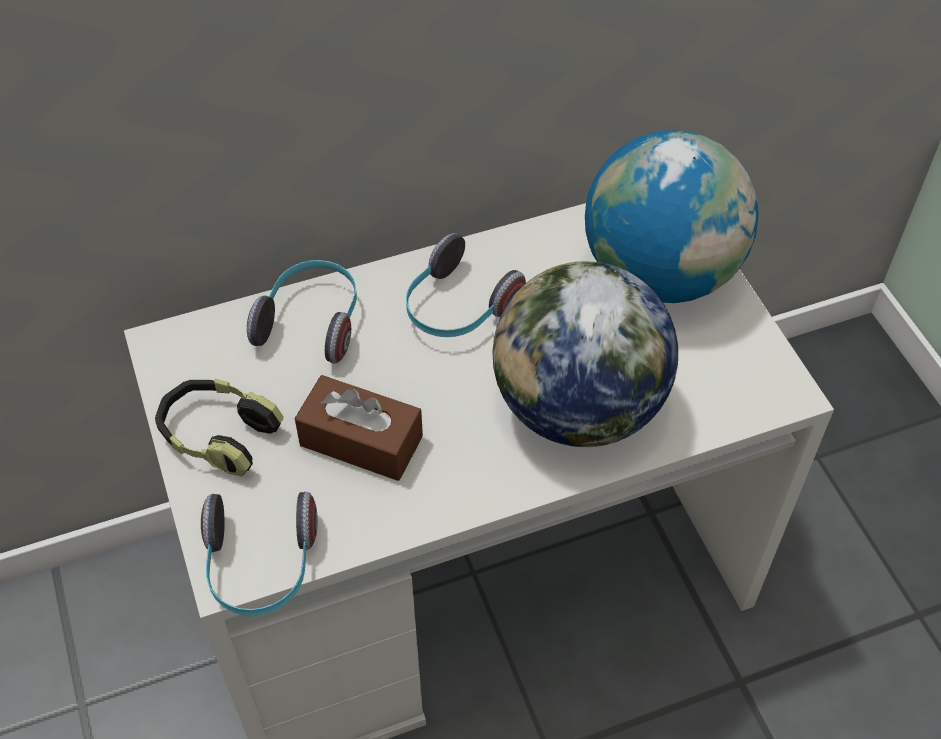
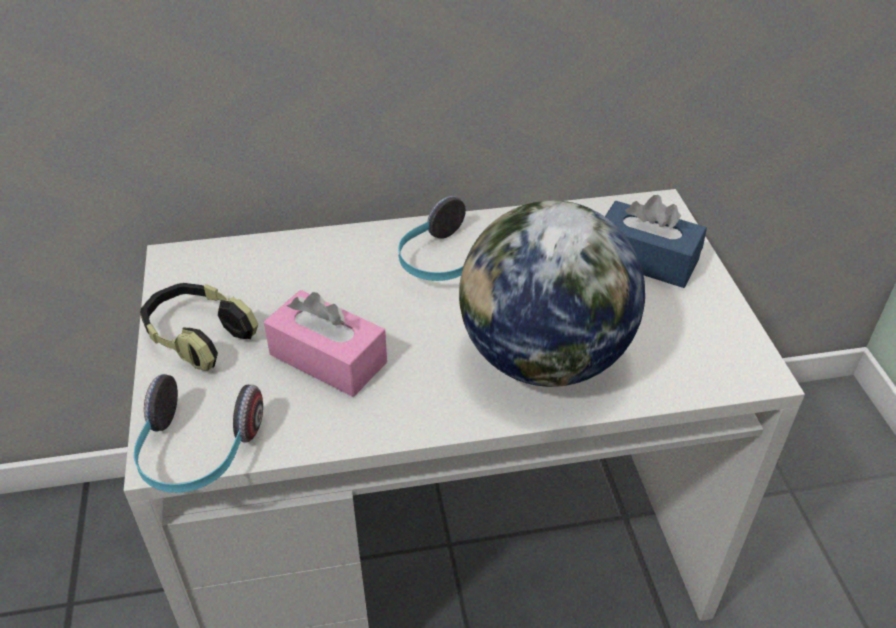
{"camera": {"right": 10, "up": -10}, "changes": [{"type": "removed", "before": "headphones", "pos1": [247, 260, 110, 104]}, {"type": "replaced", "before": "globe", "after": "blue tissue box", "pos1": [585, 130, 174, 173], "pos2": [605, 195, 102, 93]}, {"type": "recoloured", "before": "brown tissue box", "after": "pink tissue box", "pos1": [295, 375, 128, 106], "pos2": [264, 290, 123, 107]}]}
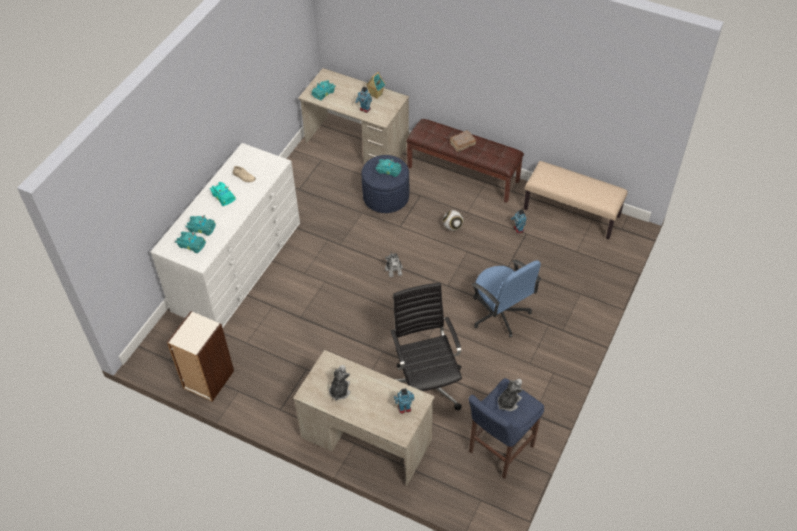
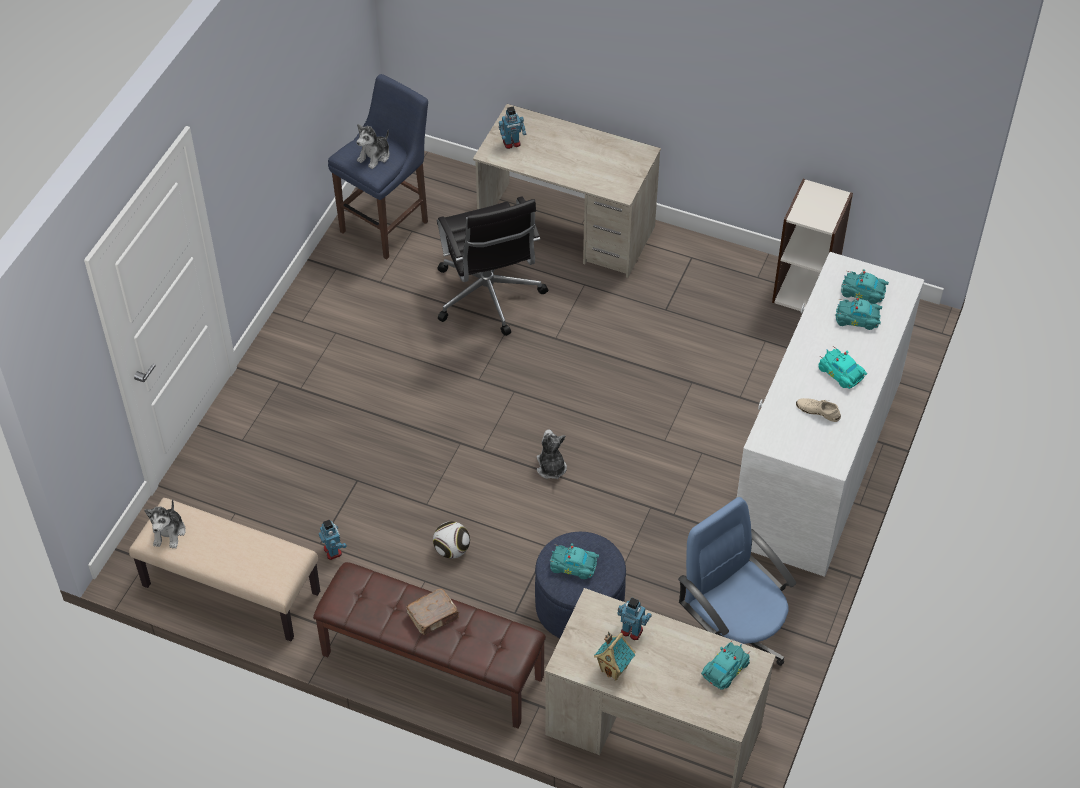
{"camera": {"right": 175, "up": 0}, "changes": [{"type": "moved", "before": "plush toy", "pos1": [329, 365, 21, 36], "pos2": [144, 499, 42, 49]}, {"type": "moved", "before": "blue office chair", "pos1": [471, 259, 70, 79], "pos2": [678, 497, 118, 169]}]}
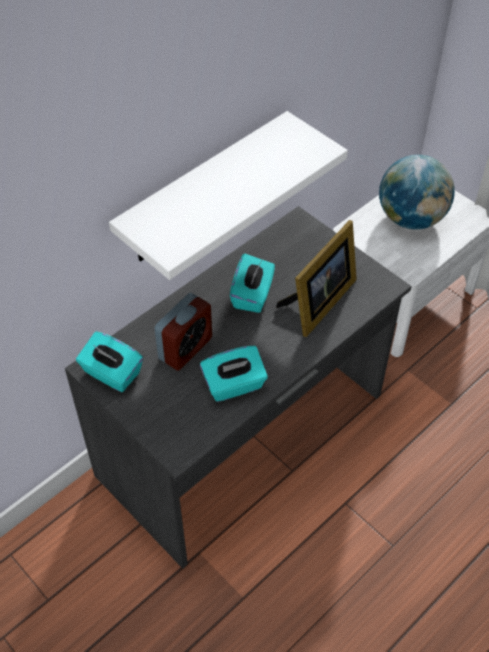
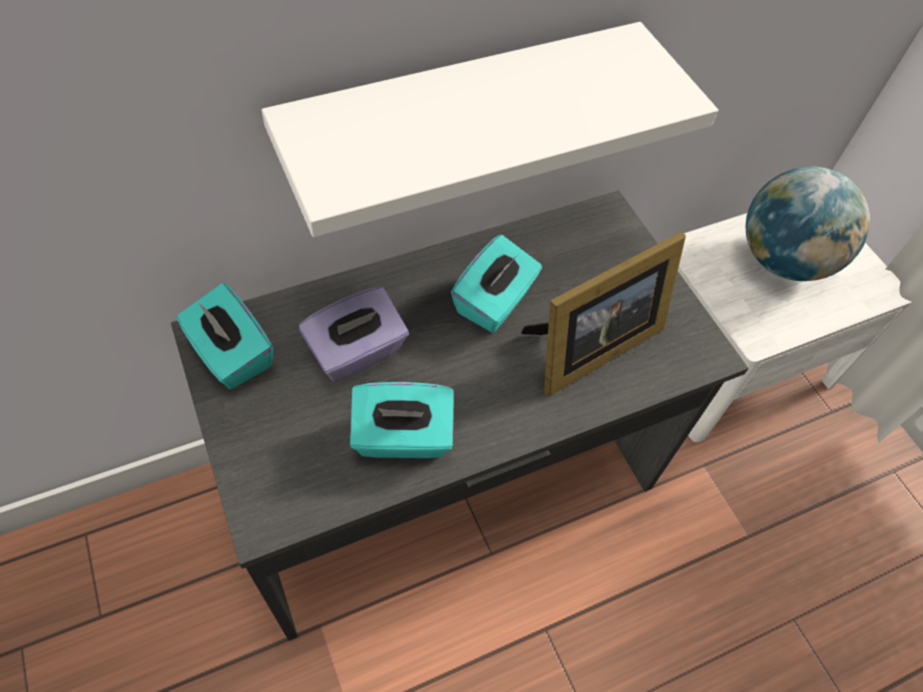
{"camera": {"right": 15, "up": 5}, "changes": [{"type": "replaced", "before": "alarm clock", "after": "purple tissue box", "pos1": [154, 293, 58, 78], "pos2": [299, 287, 110, 95]}]}
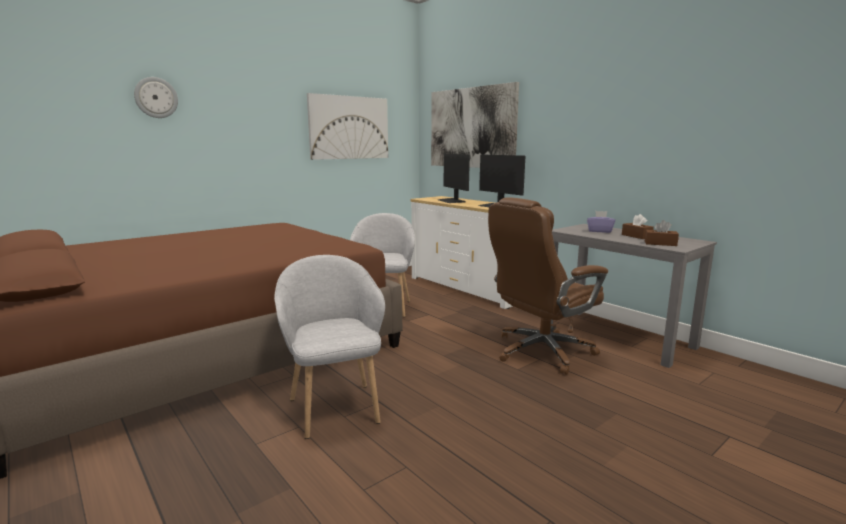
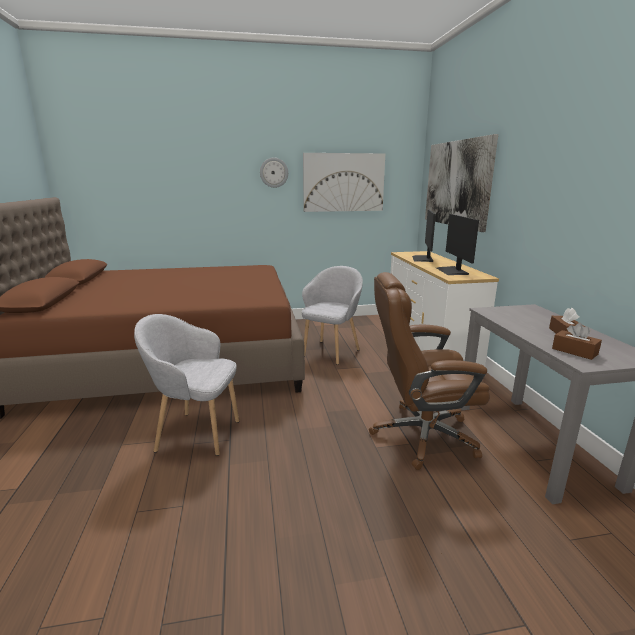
{"camera": {"right": 30, "up": 5}, "changes": [{"type": "removed", "before": "purple tissue box", "pos1": [587, 211, 28, 22]}, {"type": "moved", "before": "wall clock", "pos1": [134, 77, 44, 41], "pos2": [260, 158, 28, 30]}, {"type": "turned", "before": "grey armchair", "pos1": [274, 255, 111, 184], "pos2": [134, 314, 105, 142], "turn": -90}]}
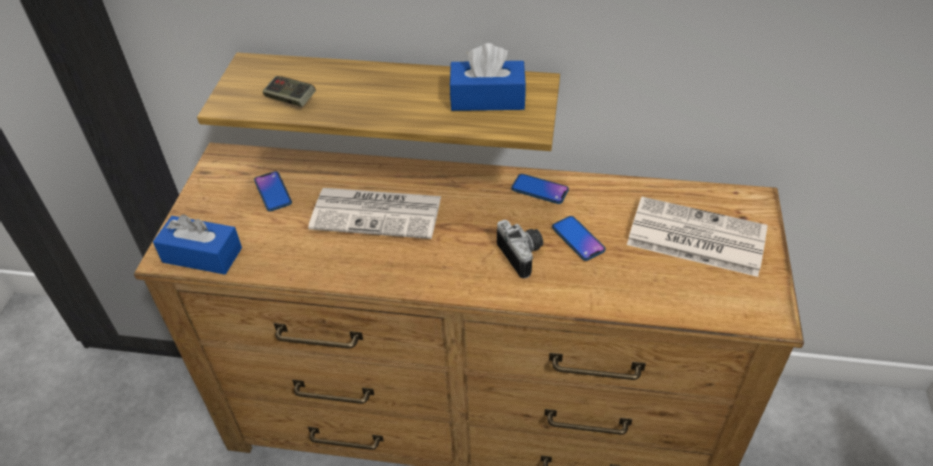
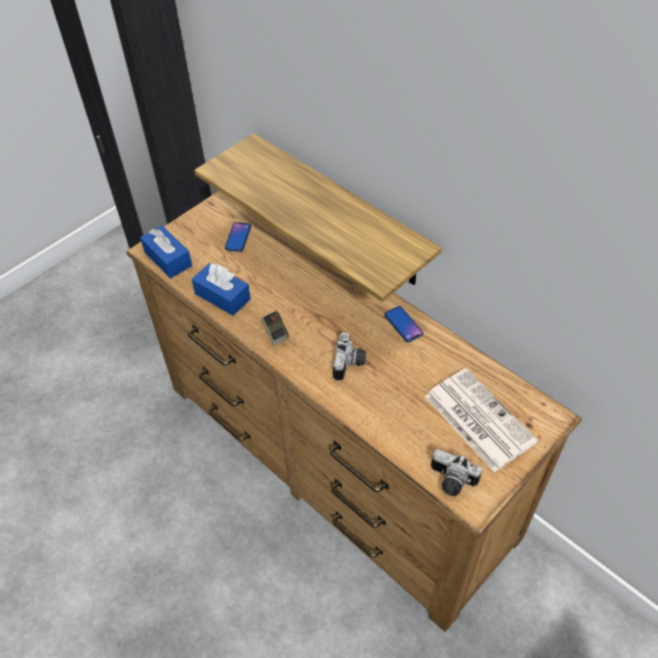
{"camera": {"right": 35, "up": 5}, "changes": [{"type": "removed", "before": "newspaper", "pos1": [308, 188, 133, 51]}, {"type": "removed", "before": "phone", "pos1": [552, 216, 53, 45]}, {"type": "added", "after": "photo camera", "pos2": [431, 449, 51, 47]}, {"type": "moved", "before": "game controller", "pos1": [262, 76, 54, 31], "pos2": [261, 311, 28, 35]}, {"type": "moved", "before": "blue tissue box", "pos1": [449, 43, 77, 68], "pos2": [192, 263, 59, 53]}]}
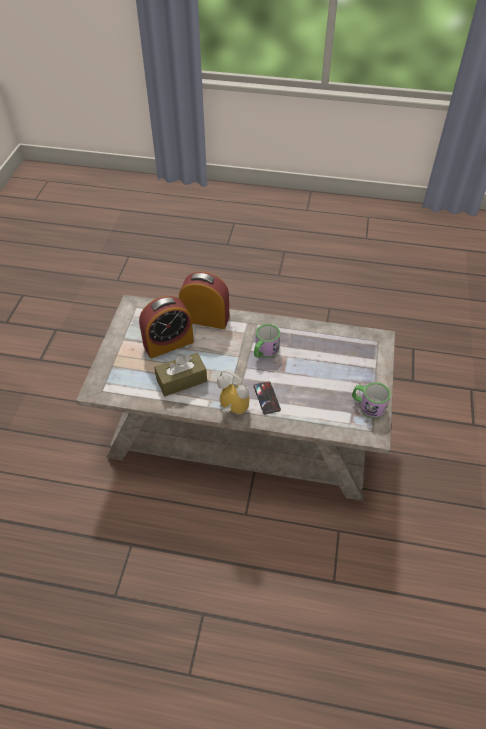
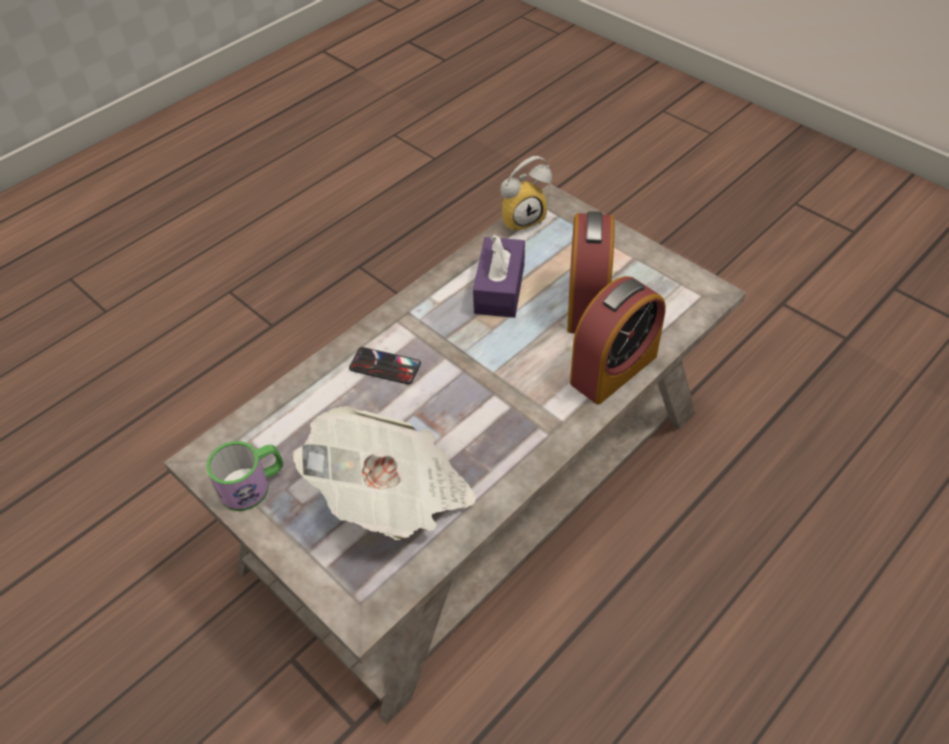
{"camera": {"right": 125, "up": 0}, "changes": [{"type": "removed", "before": "mug", "pos1": [254, 324, 26, 34]}, {"type": "added", "after": "newspaper", "pos2": [293, 406, 183, 134]}, {"type": "moved", "before": "alarm clock", "pos1": [217, 370, 33, 45], "pos2": [500, 156, 52, 77]}, {"type": "recoloured", "before": "brown tissue box", "after": "purple tissue box", "pos1": [154, 353, 53, 43], "pos2": [473, 235, 52, 83]}]}
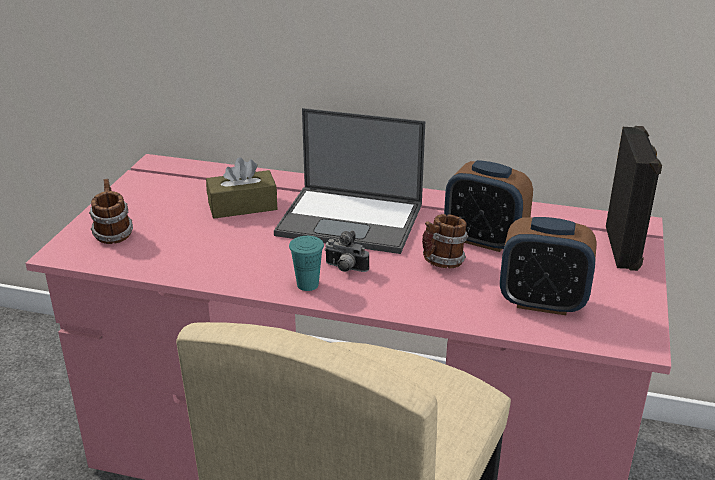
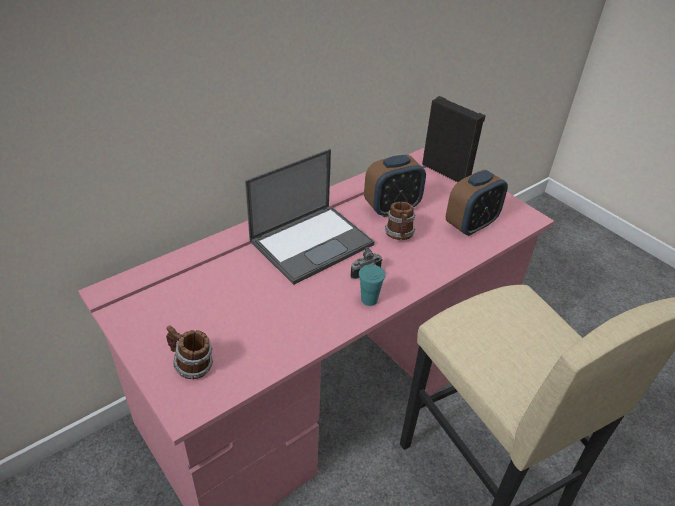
{"camera": {"right": -55, "up": 10}, "changes": [{"type": "removed", "before": "brown tissue box", "pos1": [206, 157, 71, 62]}]}
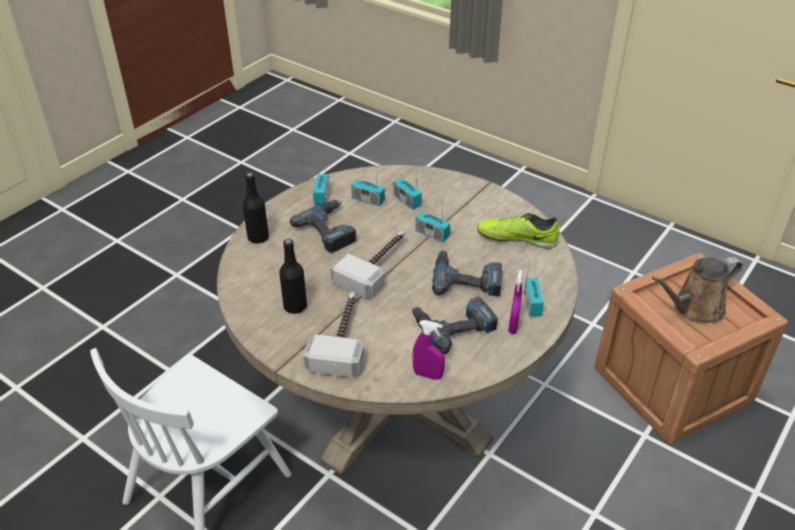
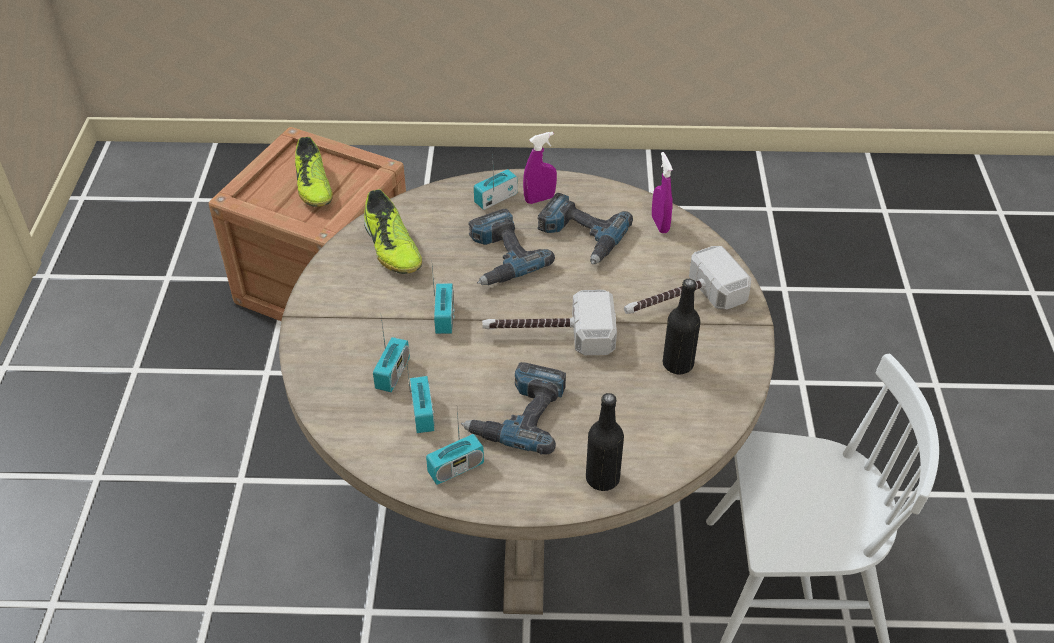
{"camera": {"right": -125, "up": 5}, "changes": [{"type": "replaced", "before": "brown watering can", "after": "shoe", "pos1": [652, 257, 91, 66], "pos2": [295, 137, 38, 70]}]}
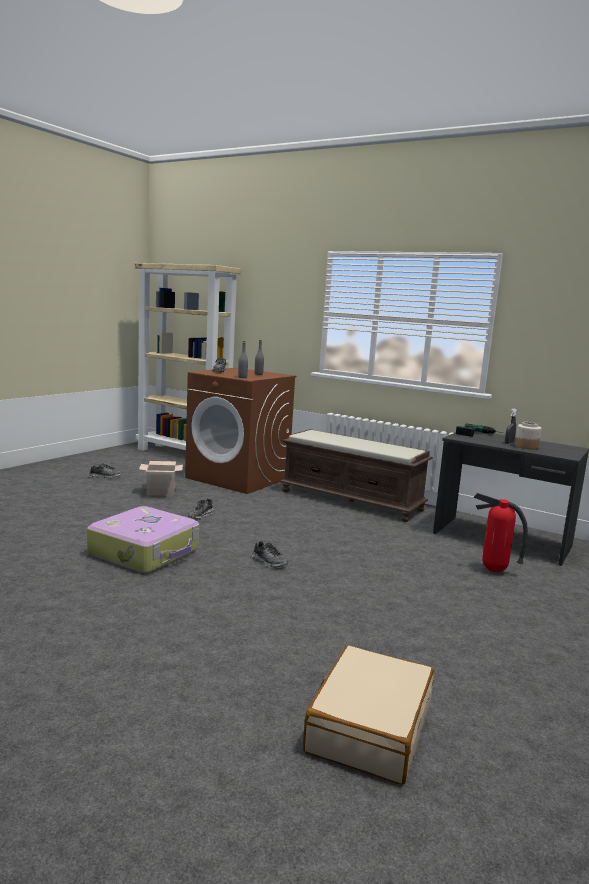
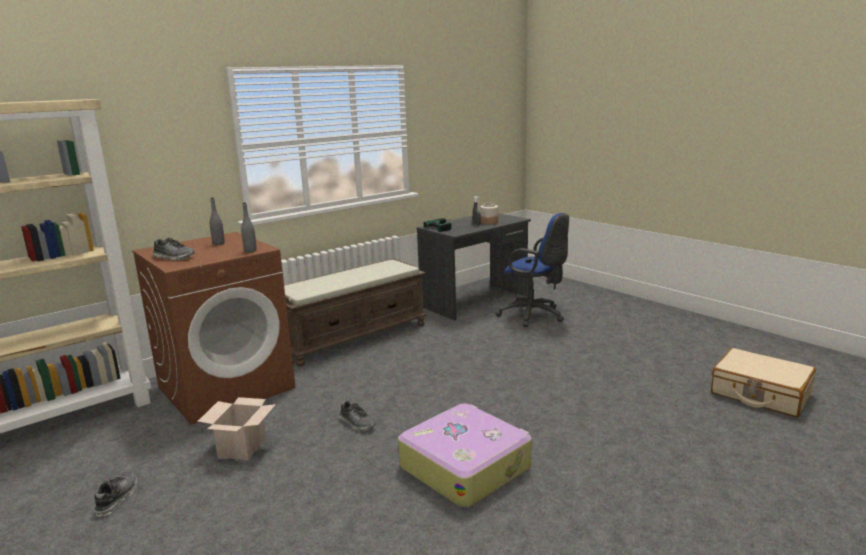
{"camera": {"right": -70, "up": 5}, "changes": [{"type": "removed", "before": "shoe", "pos1": [252, 540, 36, 28]}, {"type": "replaced", "before": "fire extinguisher", "after": "blue office chair", "pos1": [474, 493, 54, 79], "pos2": [495, 213, 74, 114]}]}
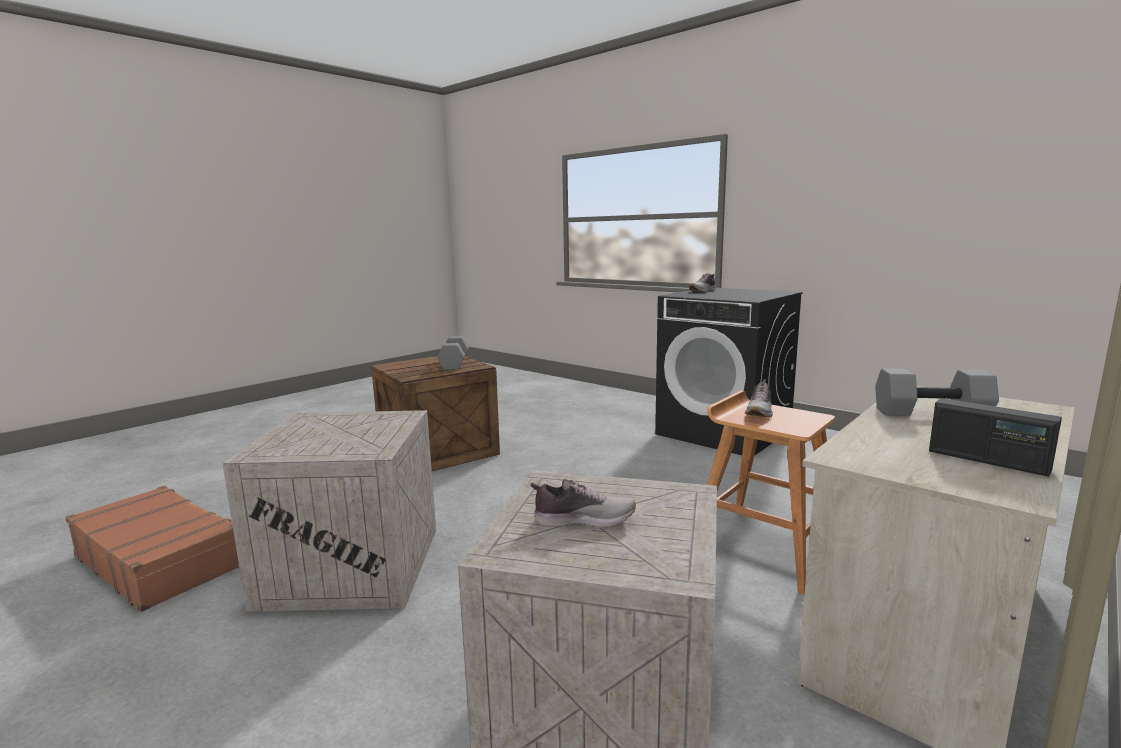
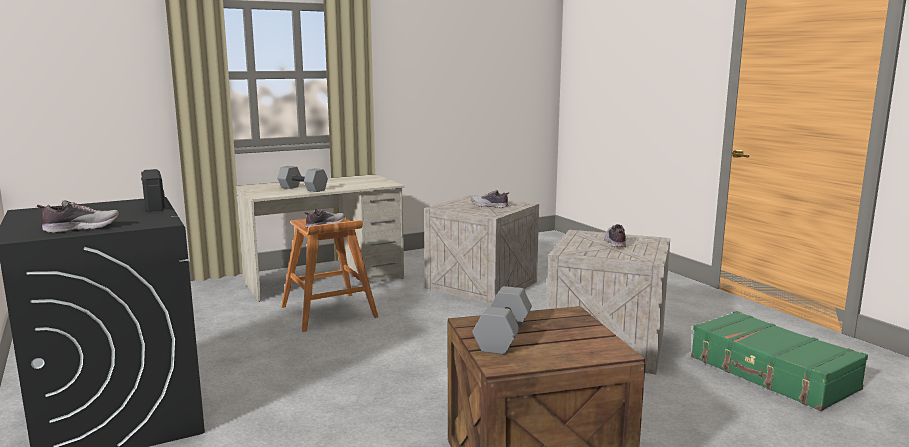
{"camera": {"right": -160, "up": 0}, "changes": [{"type": "added", "after": "shoe", "pos2": [604, 224, 22, 23]}, {"type": "moved", "before": "radio", "pos1": [929, 398, 133, 79], "pos2": [141, 169, 24, 43]}, {"type": "recoloured", "before": "brown suitcase", "after": "green suitcase", "pos1": [65, 486, 174, 126], "pos2": [691, 311, 177, 100]}]}
